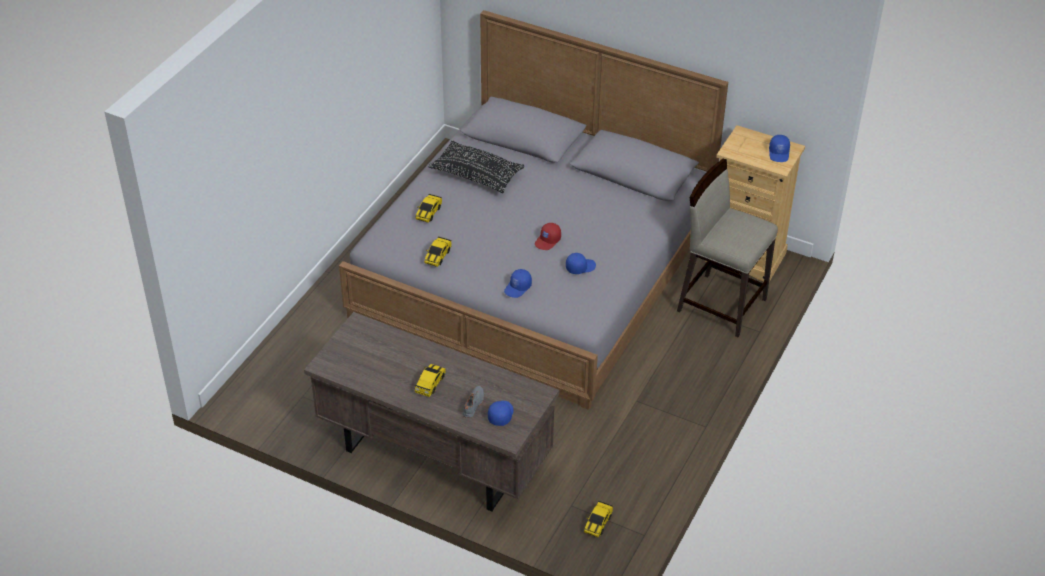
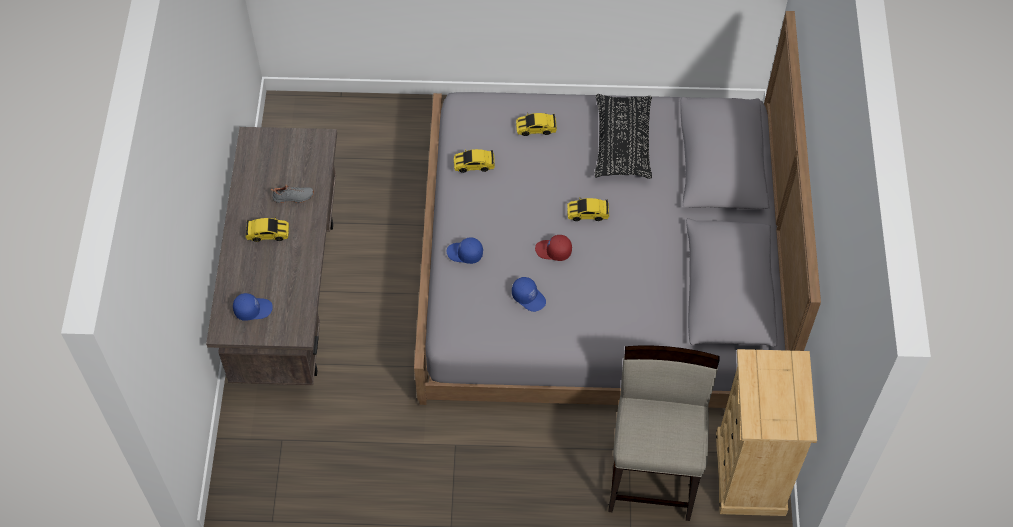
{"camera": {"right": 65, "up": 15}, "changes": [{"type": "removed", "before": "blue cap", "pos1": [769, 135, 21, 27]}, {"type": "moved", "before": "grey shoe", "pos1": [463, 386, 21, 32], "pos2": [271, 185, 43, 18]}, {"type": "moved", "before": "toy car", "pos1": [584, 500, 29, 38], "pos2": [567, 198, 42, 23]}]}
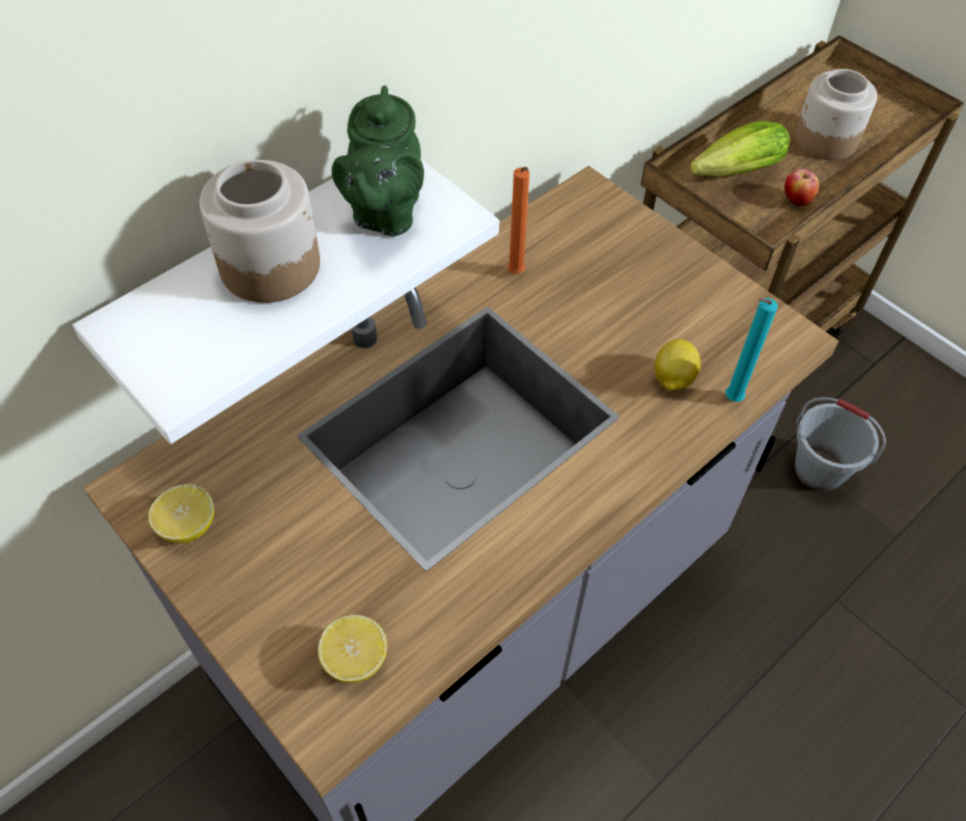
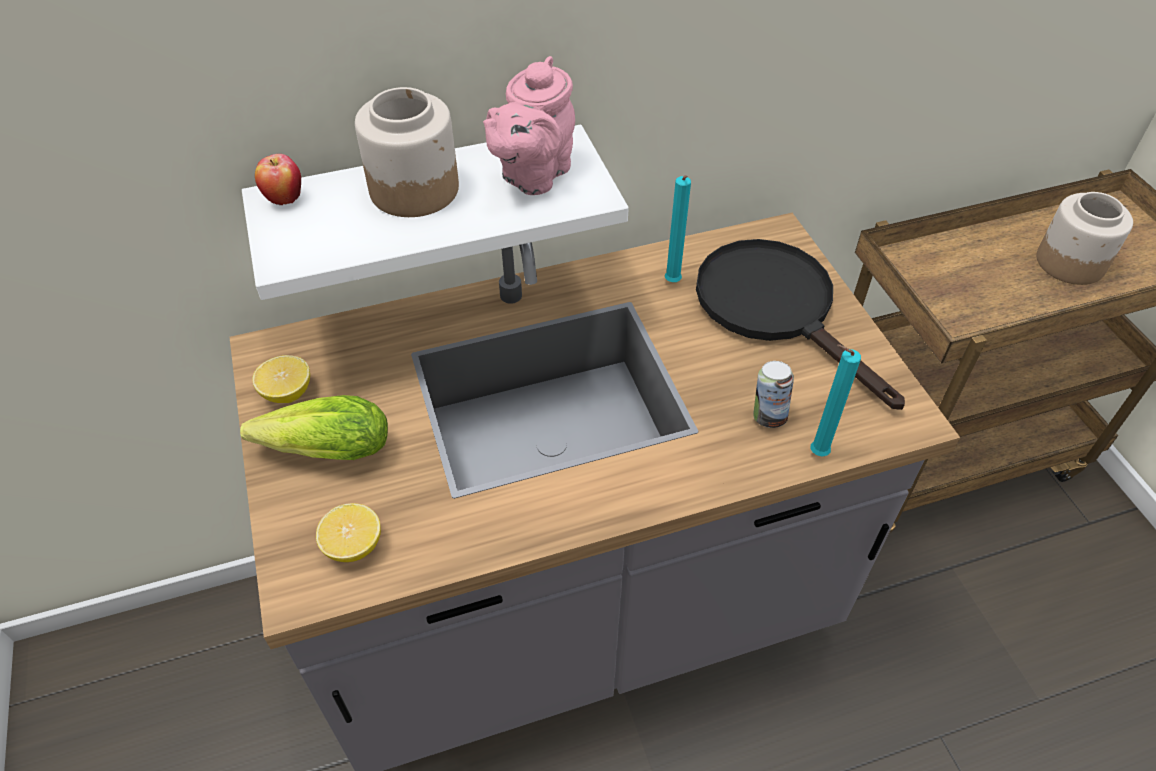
{"camera": {"right": 25, "up": -5}, "changes": [{"type": "removed", "before": "grey bucket", "pos1": [795, 397, 91, 94]}, {"type": "added", "after": "black frying pan", "pos2": [696, 239, 209, 171]}, {"type": "moved", "before": "lettuce", "pos1": [691, 121, 99, 55], "pos2": [240, 395, 148, 65]}, {"type": "moved", "before": "apple", "pos1": [785, 169, 34, 37], "pos2": [255, 154, 46, 51]}, {"type": "replaced", "before": "lemon", "after": "can", "pos1": [654, 339, 47, 51], "pos2": [753, 361, 41, 67]}, {"type": "recoloured", "before": "green teapot", "after": "pink teapot", "pos1": [332, 86, 92, 150], "pos2": [483, 56, 92, 139]}, {"type": "recoloured", "before": "orange candle", "after": "turquoise candle", "pos1": [507, 167, 23, 107], "pos2": [665, 176, 26, 106]}]}
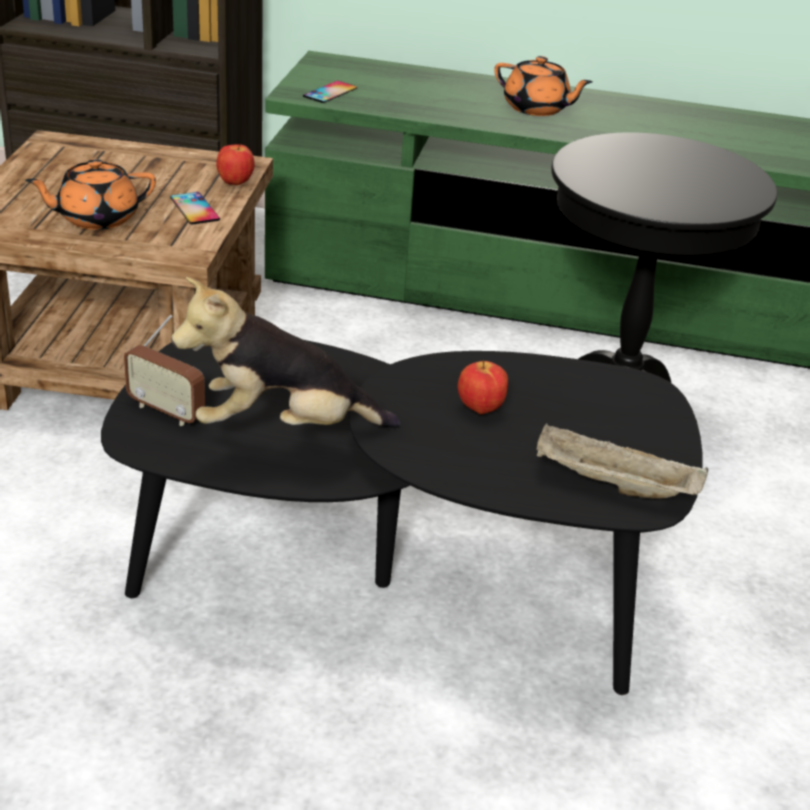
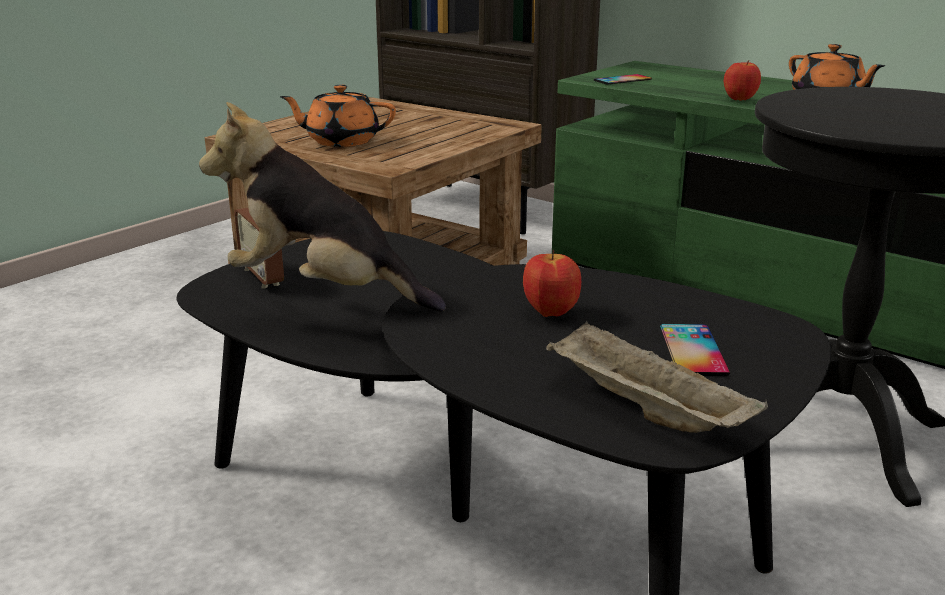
{"camera": {"right": 30, "up": -10}, "changes": [{"type": "moved", "before": "phone", "pos1": [170, 192, 50, 33], "pos2": [660, 324, 70, 52]}, {"type": "moved", "before": "apple", "pos1": [216, 144, 39, 41], "pos2": [724, 60, 37, 41]}]}
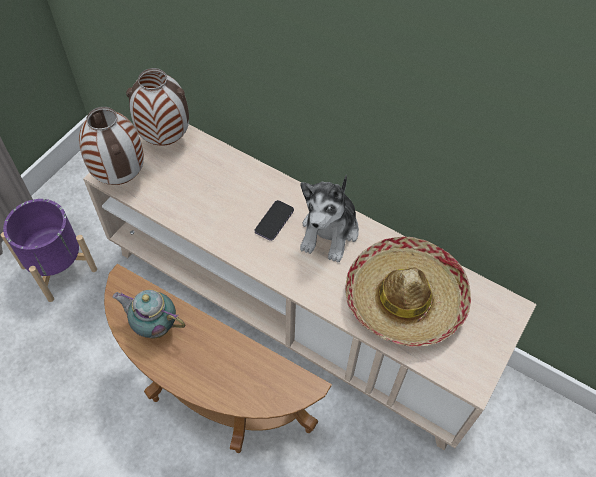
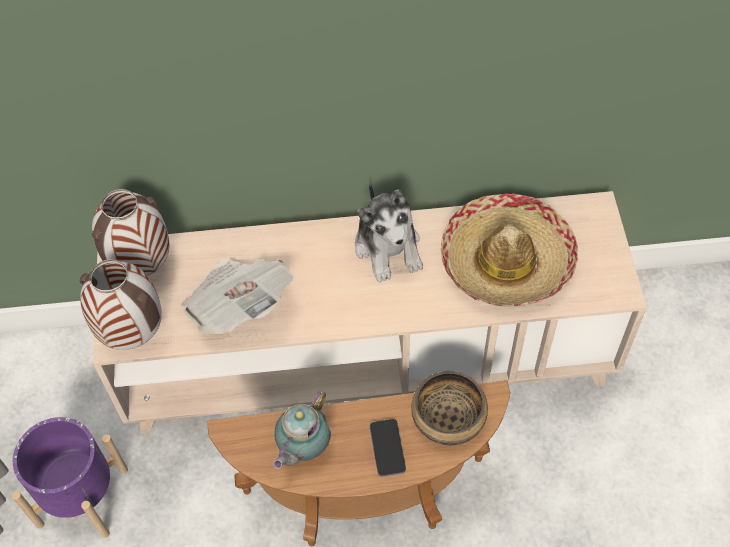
{"camera": {"right": -35, "up": 0}, "changes": [{"type": "added", "after": "newspaper", "pos2": [181, 258, 113, 76]}, {"type": "added", "after": "bowl", "pos2": [411, 371, 77, 74]}, {"type": "moved", "before": "phone", "pos1": [255, 200, 39, 41], "pos2": [370, 419, 36, 58]}, {"type": "turned", "before": "teapot", "pos1": [113, 289, 72, 50], "pos2": [273, 391, 58, 78], "turn": -45}]}
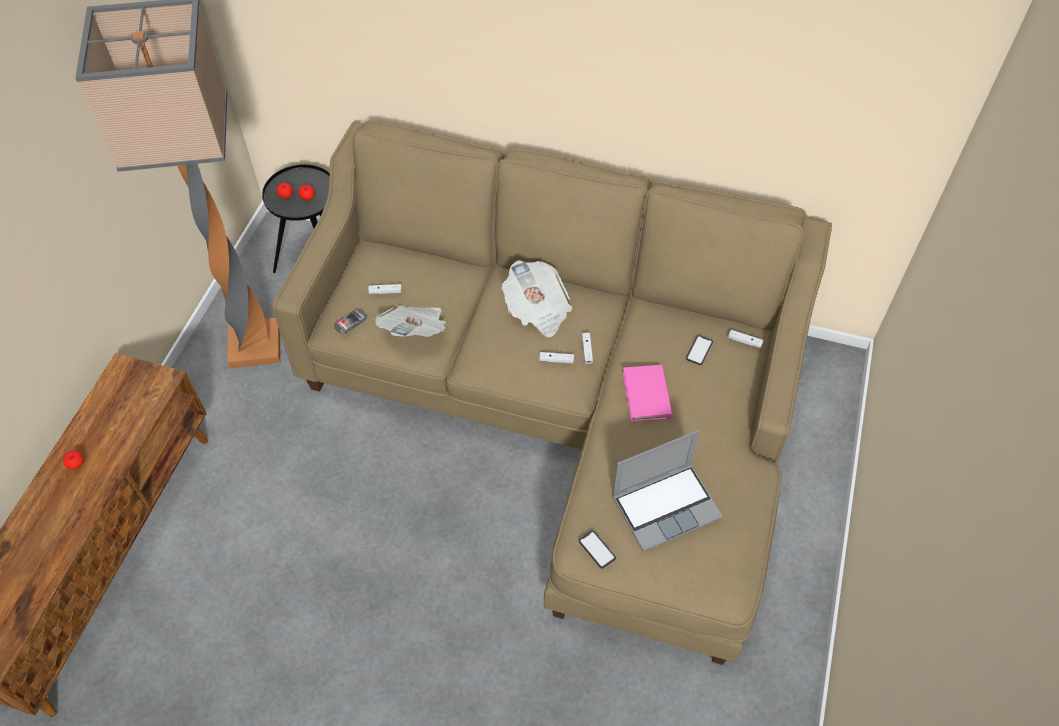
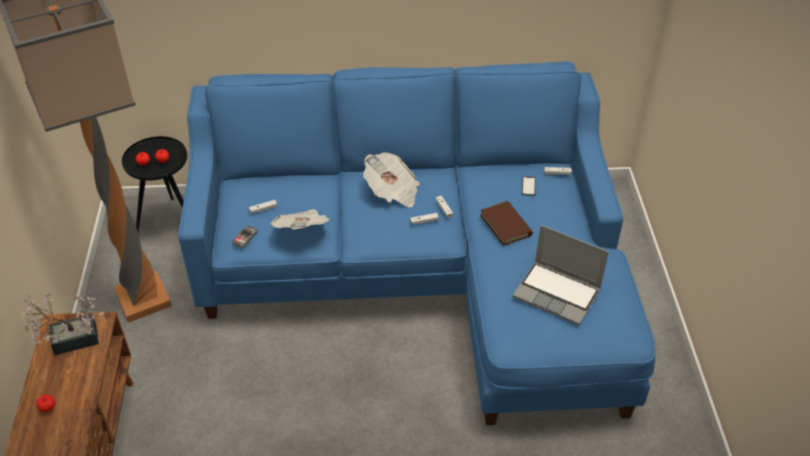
{"camera": {"right": -20, "up": -10}, "changes": [{"type": "removed", "before": "phone", "pos1": [579, 531, 37, 37]}, {"type": "added", "after": "potted plant", "pos2": [22, 293, 81, 62]}, {"type": "recoloured", "before": "beige sofa", "after": "blue sofa", "pos1": [272, 120, 560, 545], "pos2": [178, 61, 478, 364]}, {"type": "recoloured", "before": "pink book", "after": "brown book", "pos1": [623, 365, 50, 57], "pos2": [480, 201, 53, 45]}, {"type": "turned", "before": "laptop", "pos1": [612, 430, 111, 122], "pos2": [513, 225, 96, 100], "turn": 75}]}
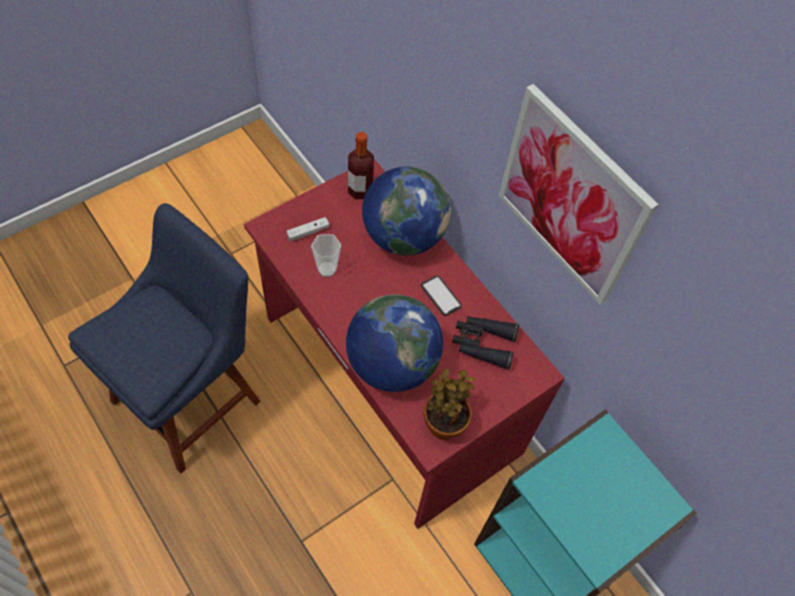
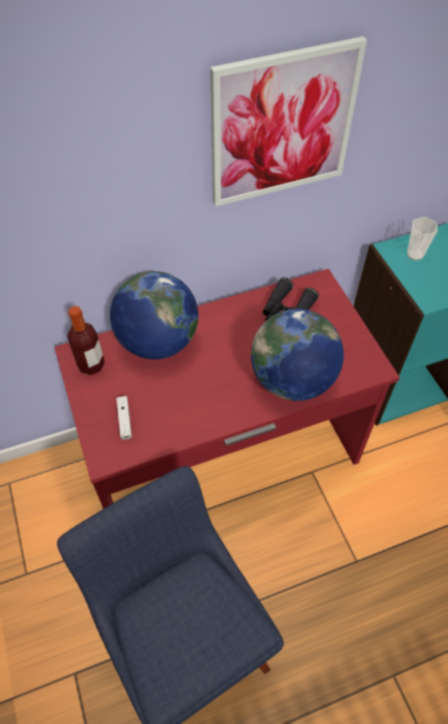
{"camera": {"right": -70, "up": -5}, "changes": [{"type": "removed", "before": "phone", "pos1": [421, 276, 41, 40]}, {"type": "removed", "before": "potted plant", "pos1": [424, 368, 51, 72]}, {"type": "moved", "before": "cup", "pos1": [311, 234, 30, 43], "pos2": [407, 217, 31, 44]}]}
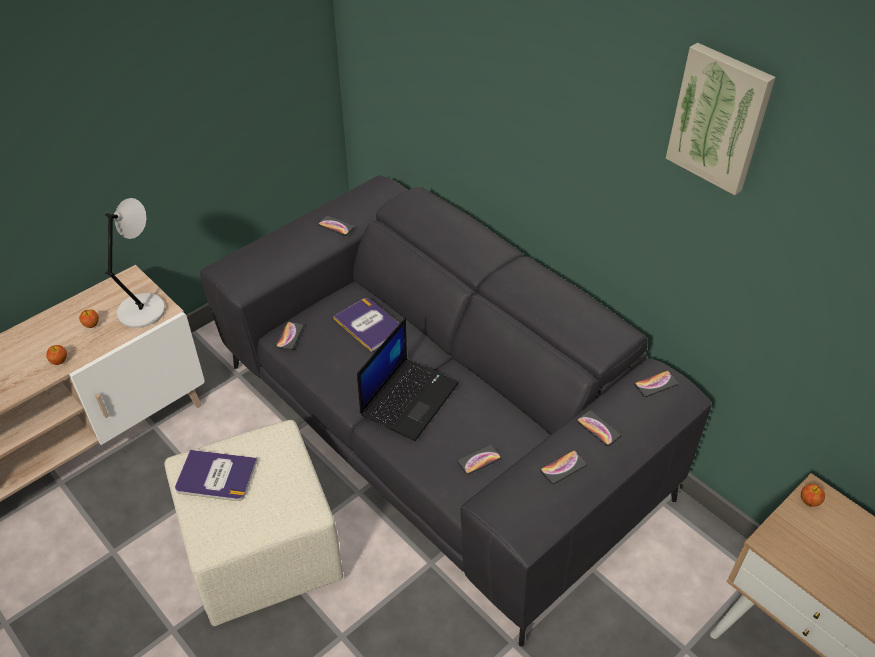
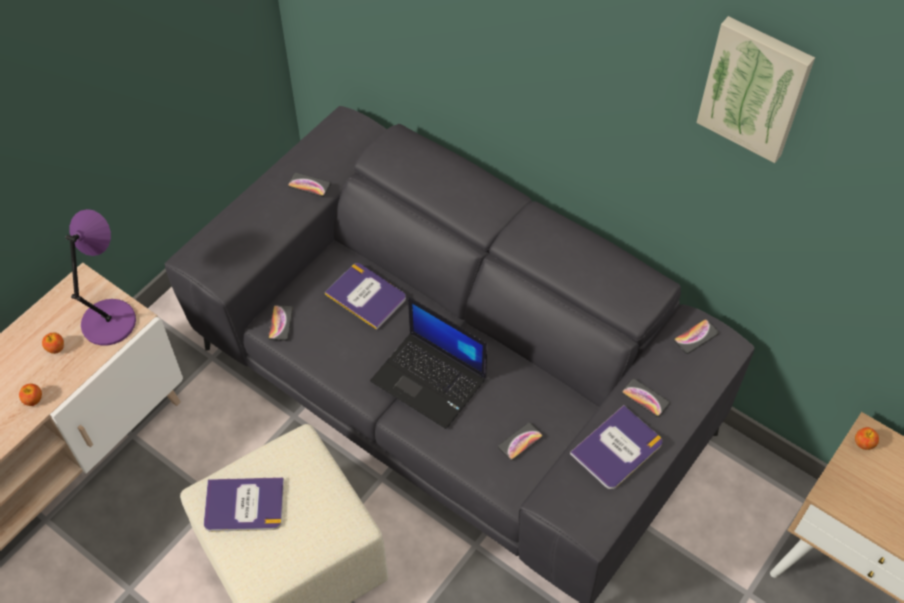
{"camera": {"right": -10, "up": 10}, "changes": [{"type": "replaced", "before": "phone", "after": "book", "pos1": [540, 450, 47, 34], "pos2": [570, 405, 93, 84]}, {"type": "recoloured", "before": "grey table lamp", "after": "purple table lamp", "pos1": [105, 198, 60, 130], "pos2": [65, 209, 71, 137]}, {"type": "turned", "before": "laptop", "pos1": [357, 318, 102, 123], "pos2": [370, 297, 117, 132], "turn": 105}]}
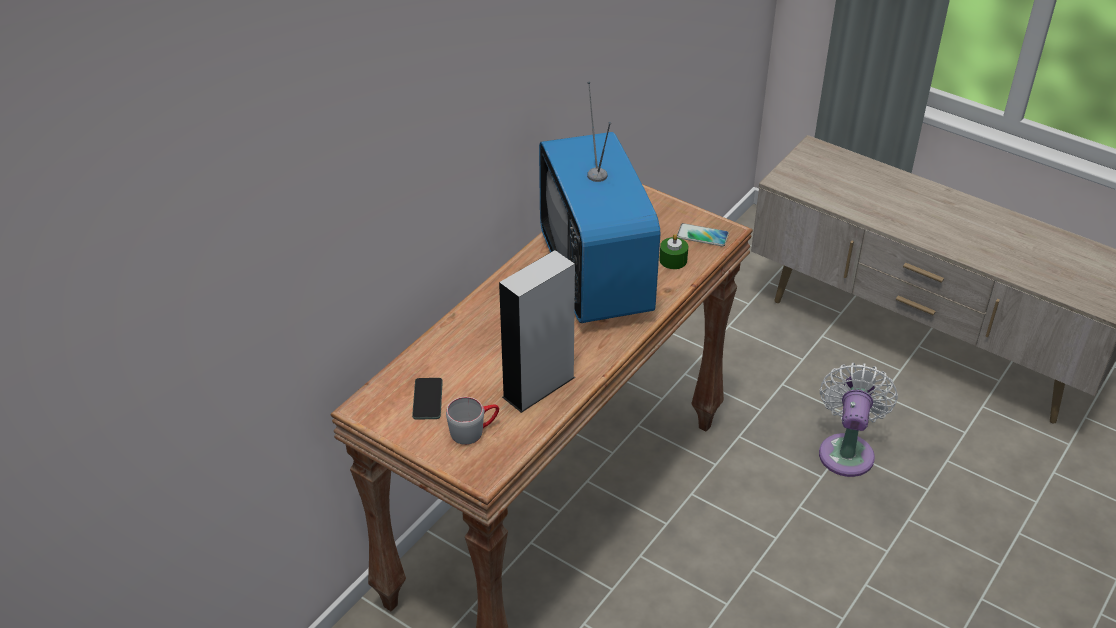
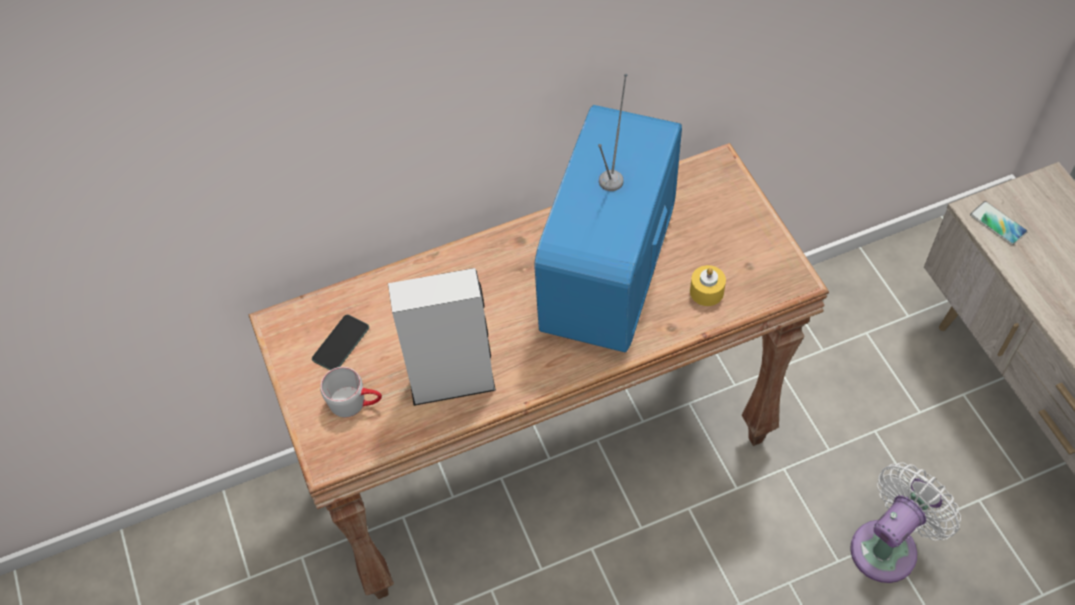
{"camera": {"right": 35, "up": 15}, "changes": [{"type": "moved", "before": "phone", "pos1": [677, 223, 52, 23], "pos2": [970, 201, 58, 44]}, {"type": "recoloured", "before": "green candle", "after": "yellow candle", "pos1": [659, 234, 29, 35], "pos2": [690, 265, 36, 41]}]}
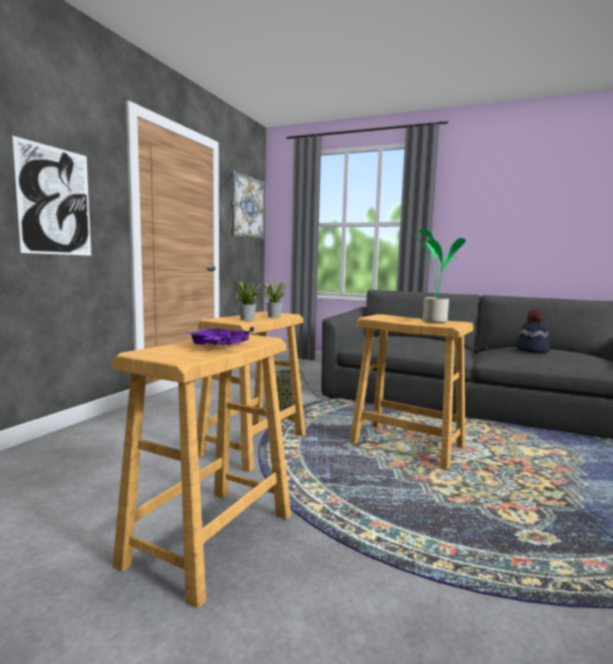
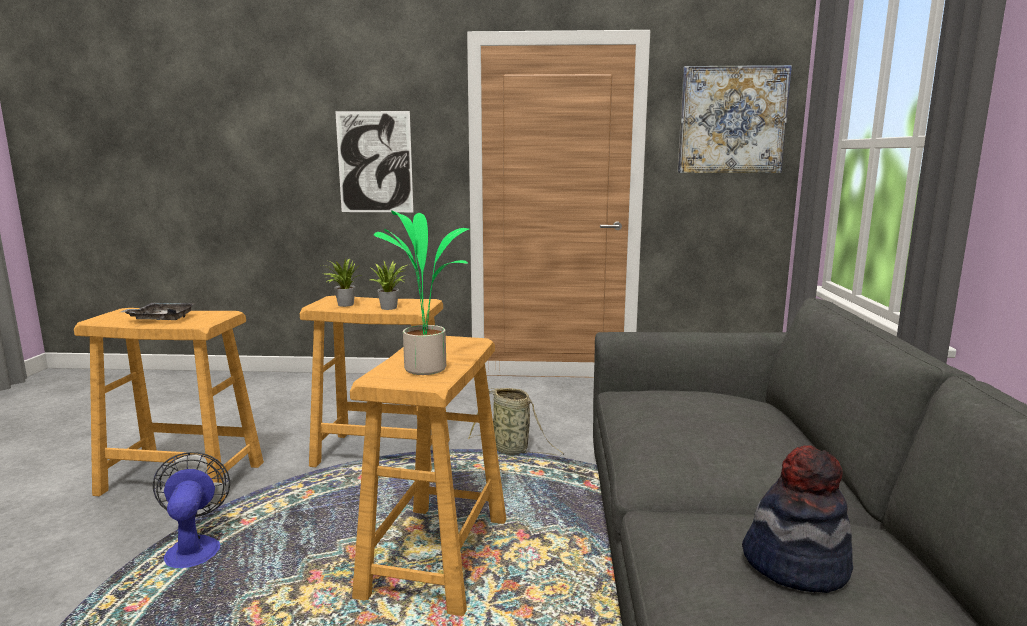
{"camera": {"right": 70, "up": 5}, "changes": [{"type": "added", "after": "fan", "pos2": [153, 452, 77, 116]}, {"type": "recoloured", "before": "purple tray", "after": "grey tray", "pos1": [186, 327, 68, 19], "pos2": [121, 303, 73, 17]}]}
